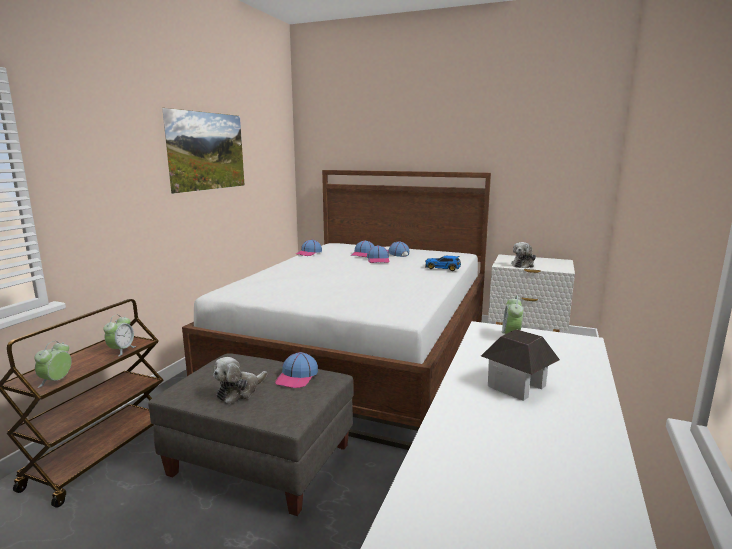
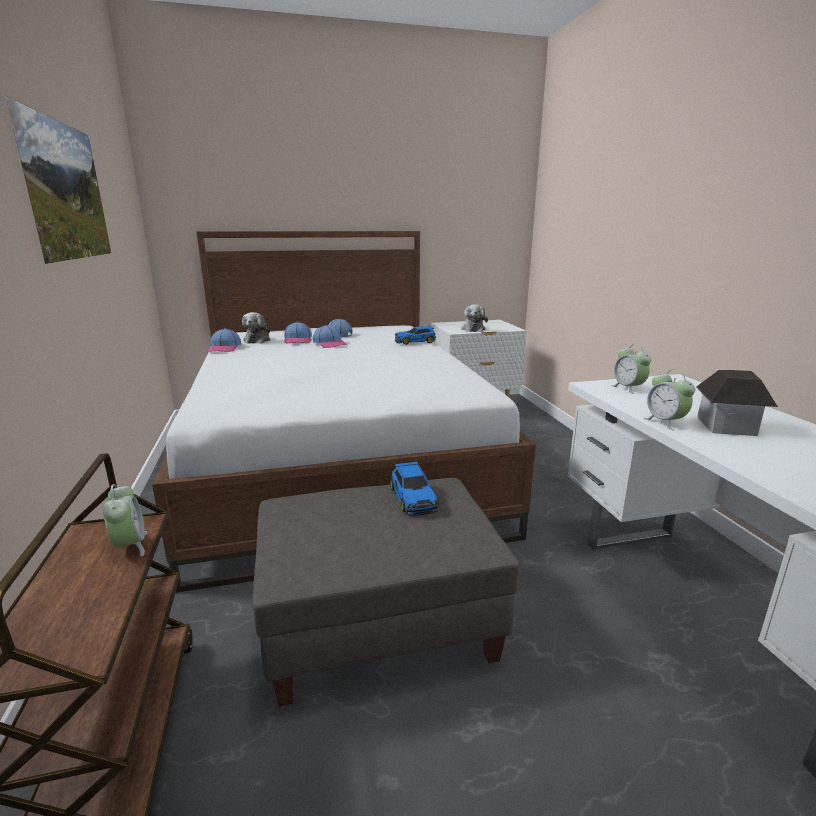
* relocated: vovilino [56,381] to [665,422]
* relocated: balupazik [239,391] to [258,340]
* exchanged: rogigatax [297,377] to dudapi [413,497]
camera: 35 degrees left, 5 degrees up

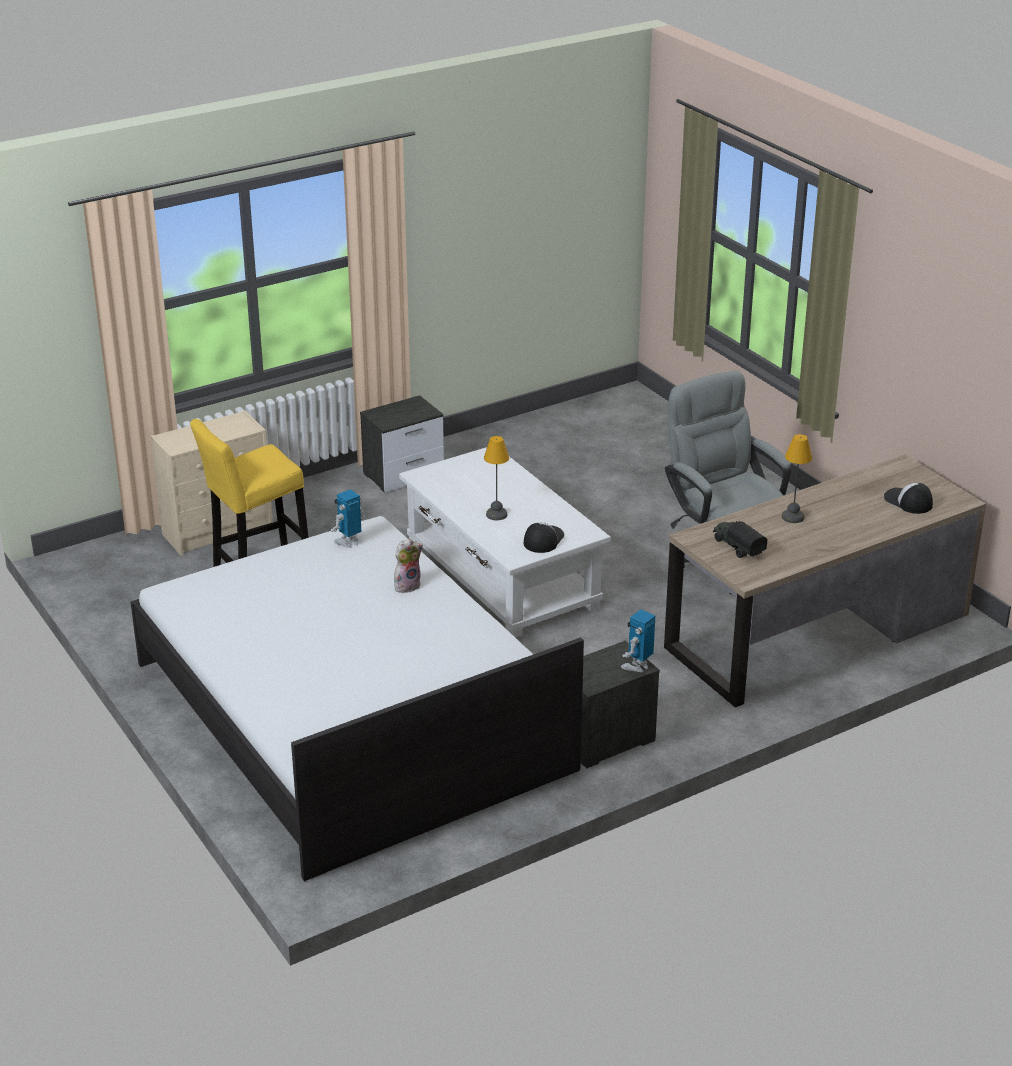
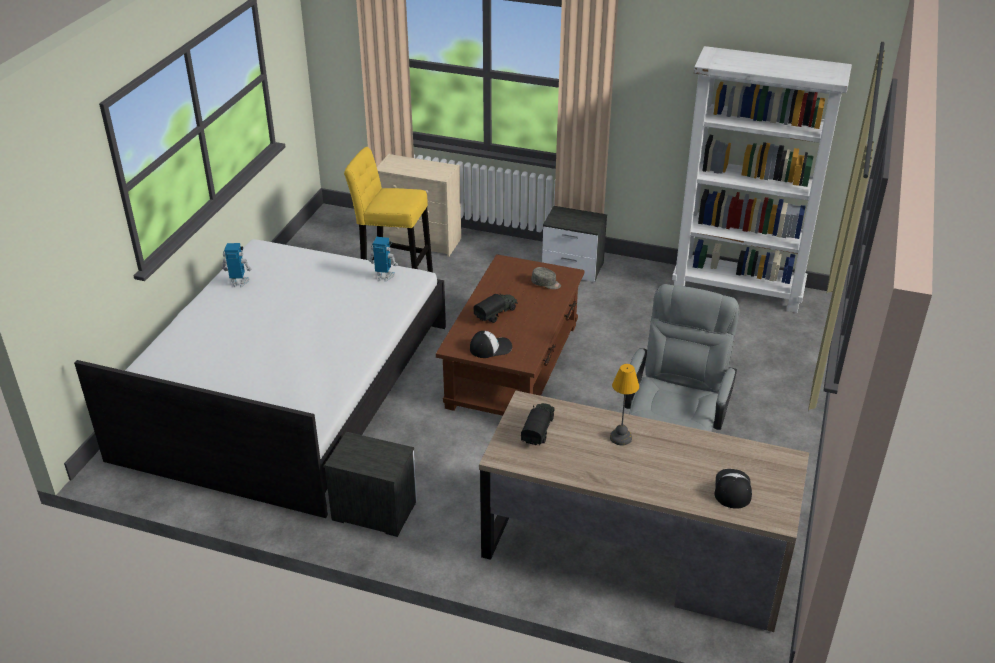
* missing: balupazik [407,585]
* colour: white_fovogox [502,574] to brown_fovogox [514,364]
* exchanged: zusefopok [496,515] to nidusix [496,314]
* relocated: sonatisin [637,666] to [239,283]
* appeared: grey_rogigatax [546,283]
* appeared: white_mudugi [738,290]
camera: 50 degrees right, 5 degrees up

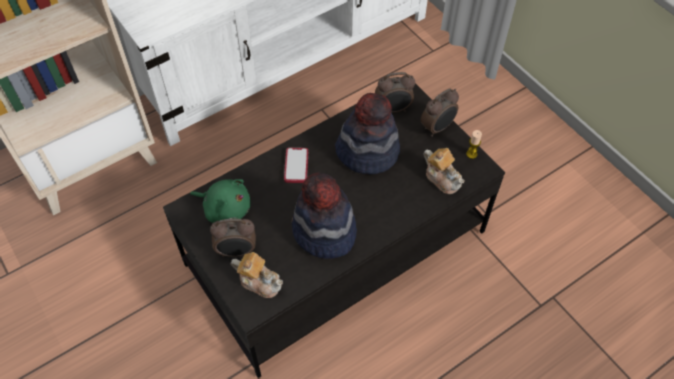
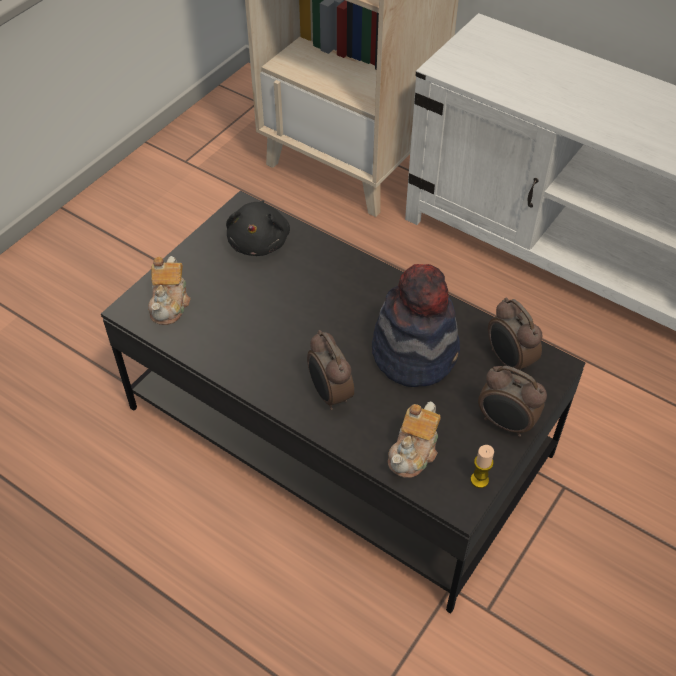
* colour: green_balupazik [225,208] to black_balupazik [259,242]
* relocated: vovilino [237,251] to [329,394]
* missing: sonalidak [296,166]
* missing: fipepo [324,232]
camera: 70 degrees right, 5 degrees down

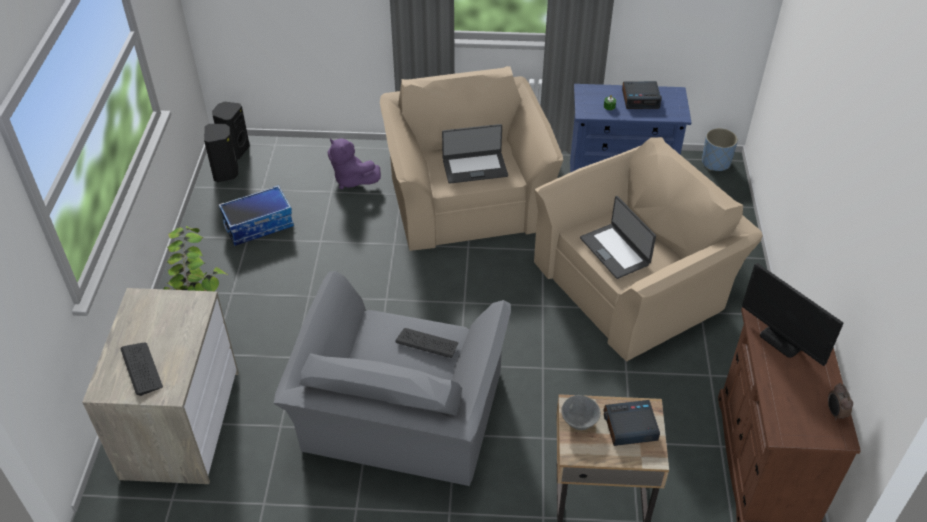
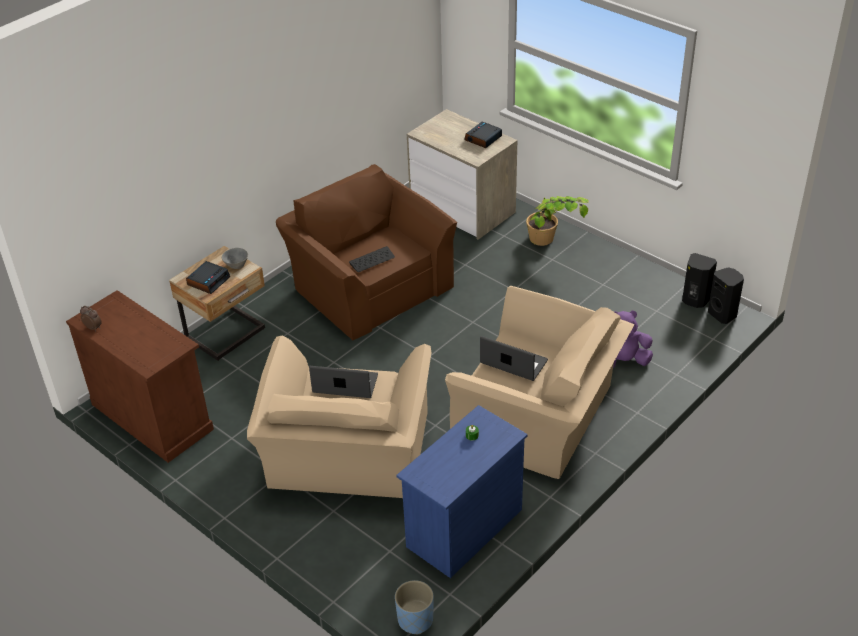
* missing: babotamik [142,369]
* missing: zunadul [259,225]
* colour: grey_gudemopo [400,420] to brown_gudemopo [369,284]
* spun: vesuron [474,167] = [513,362] 90 degrees clockwise
* relocated: vovilino [641,99] to [483,139]
* missing: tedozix [782,340]
camera: 130 degrees right, 5 degrees down

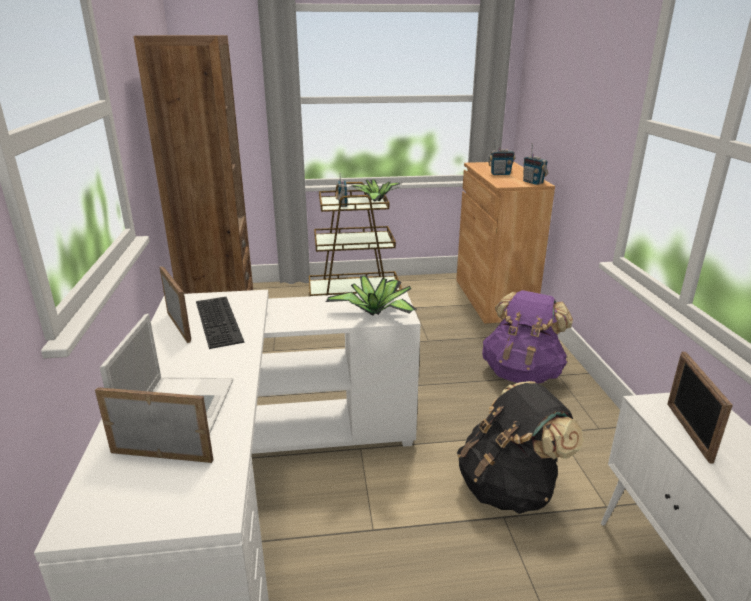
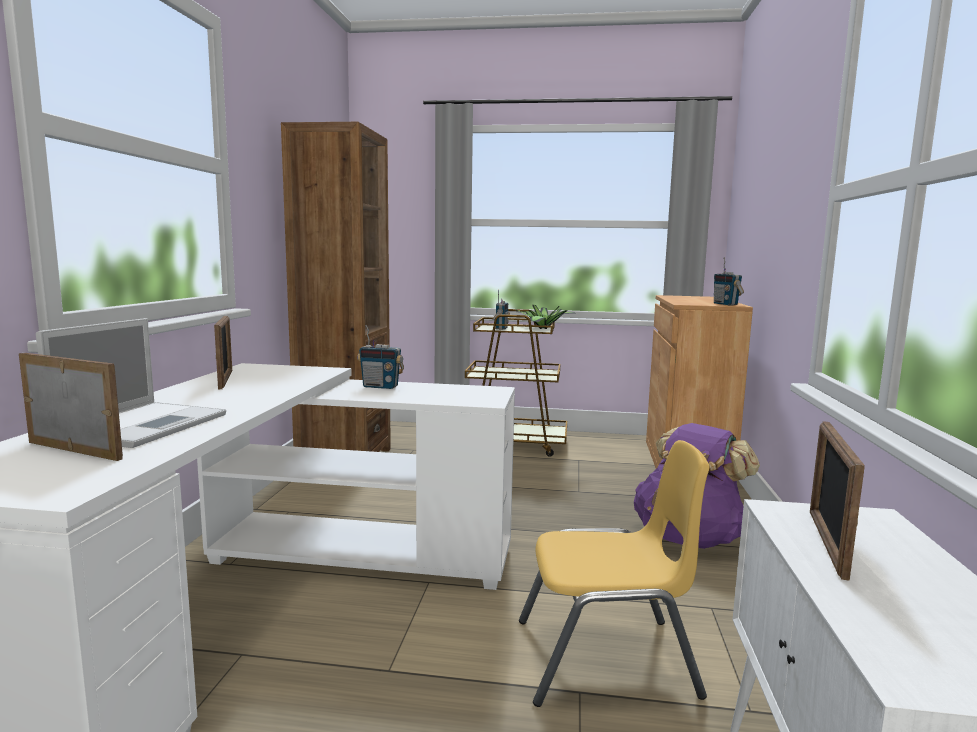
* missing: babotamik [220,321]
* missing: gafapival [375,312]
* exchanged: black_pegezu [509,488] to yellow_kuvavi [606,659]
* relocated: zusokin [500,174] to [380,387]
camera: 15 degrees right, 15 degrees down

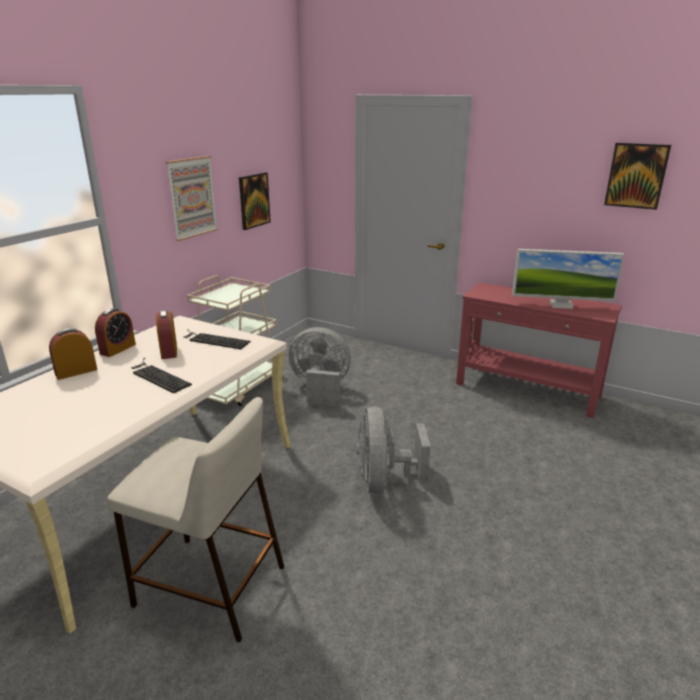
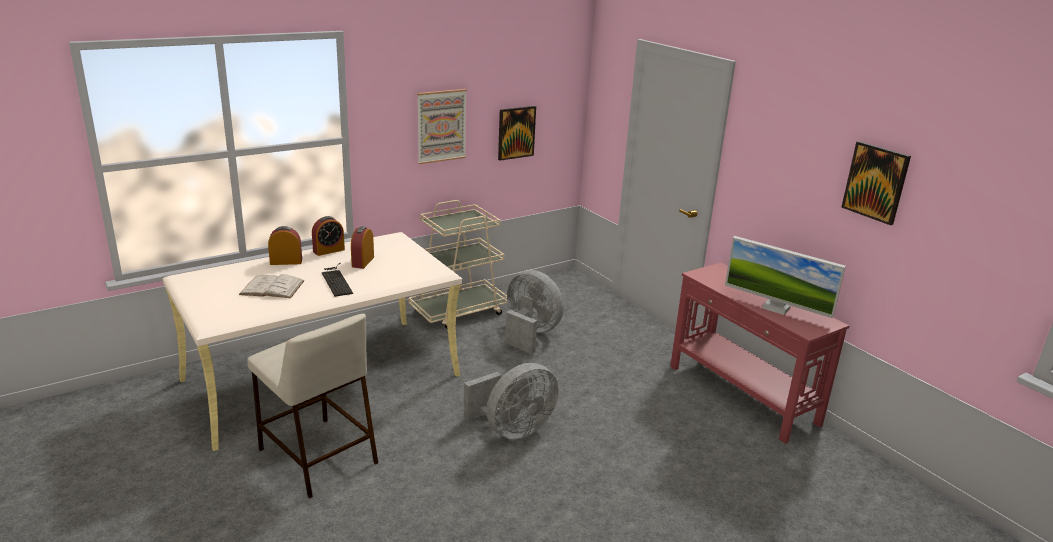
* missing: babotamik [214,340]
* spun: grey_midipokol [384,481] = [512,430] 150 degrees counterclockwise
* appeared: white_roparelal [272,287]
camera: 25 degrees right, 0 degrees up

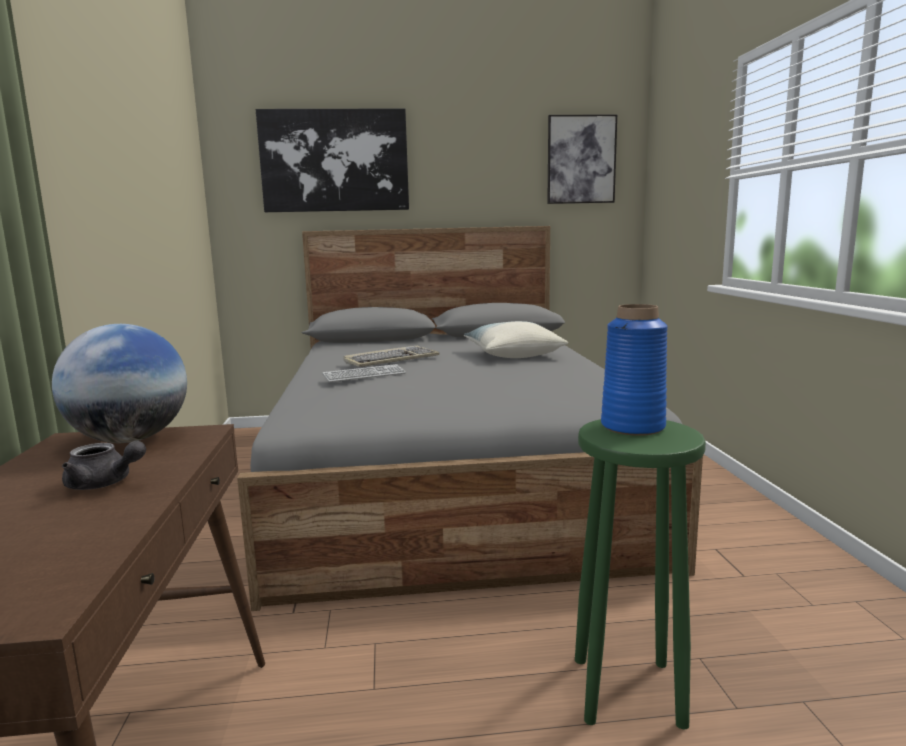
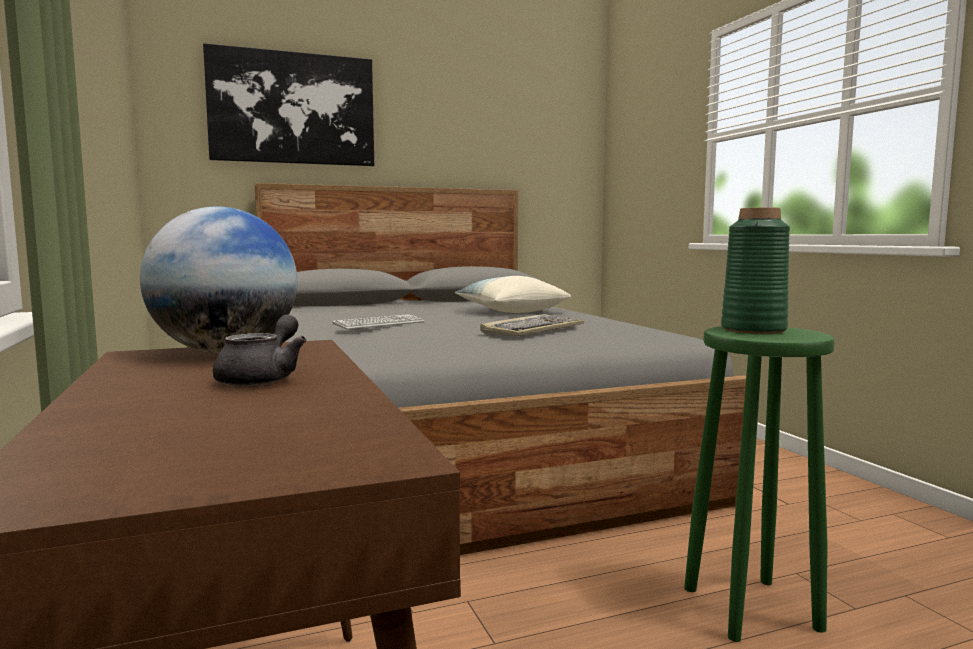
* spun: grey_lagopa [104,484] = [263,378] 75 degrees counterclockwise
* relocated: babotamik [391,360] to [533,330]
* missing: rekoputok [581,159]
* colour: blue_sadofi [633,426] to green_sadofi [754,329]
camera: 15 degrees left, 5 degrees down

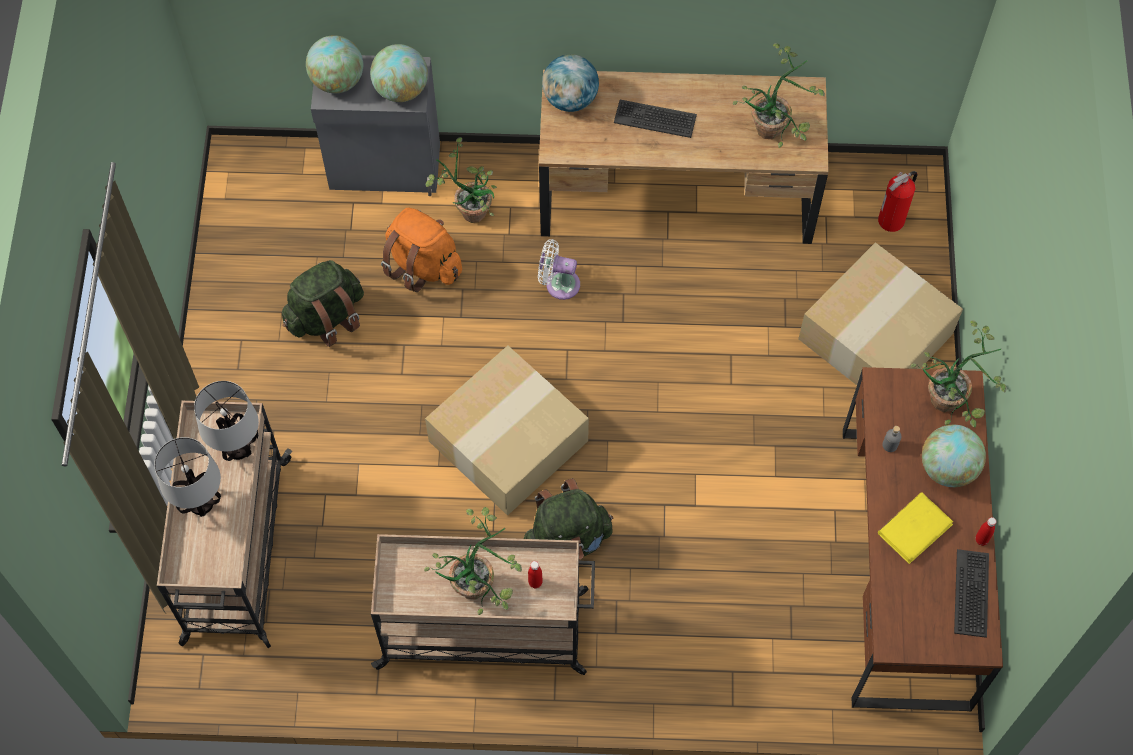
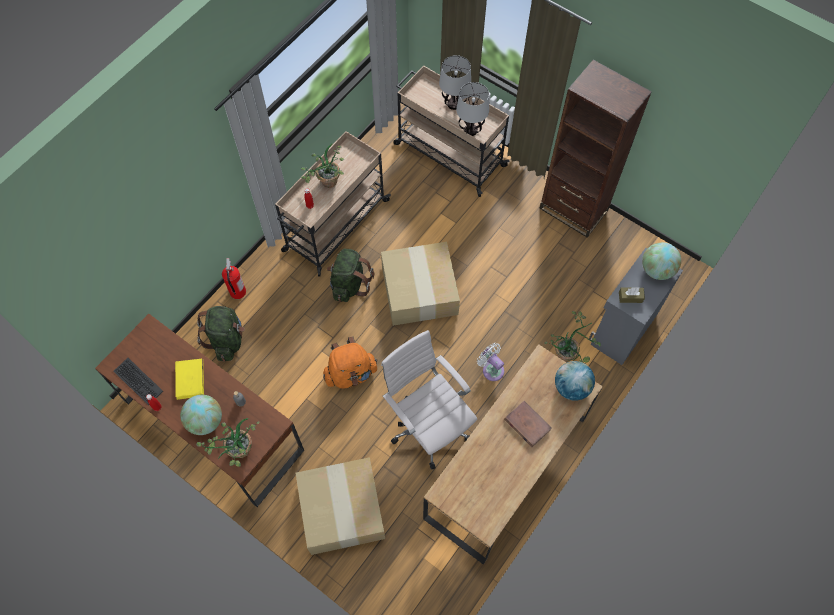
* relocated: green_pegezu [326,317] to [227,340]
* exchanged: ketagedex [401,89] to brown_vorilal [630,297]
* relocated: orange_pegezu [423,265] to [351,373]
* spun: white_midipokol [559,283] = [491,369] 90 degrees counterclockwise
* exchanged: babotamik [655,118] to brown_roparelal [527,424]
* missing: gafapival [776,127]
* relocated: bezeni [892,220] to [237,292]
* appeared: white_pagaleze [428,425]
* appeared: brown_mudugi [573,209]
camera: 125 degrees right, 0 degrees up

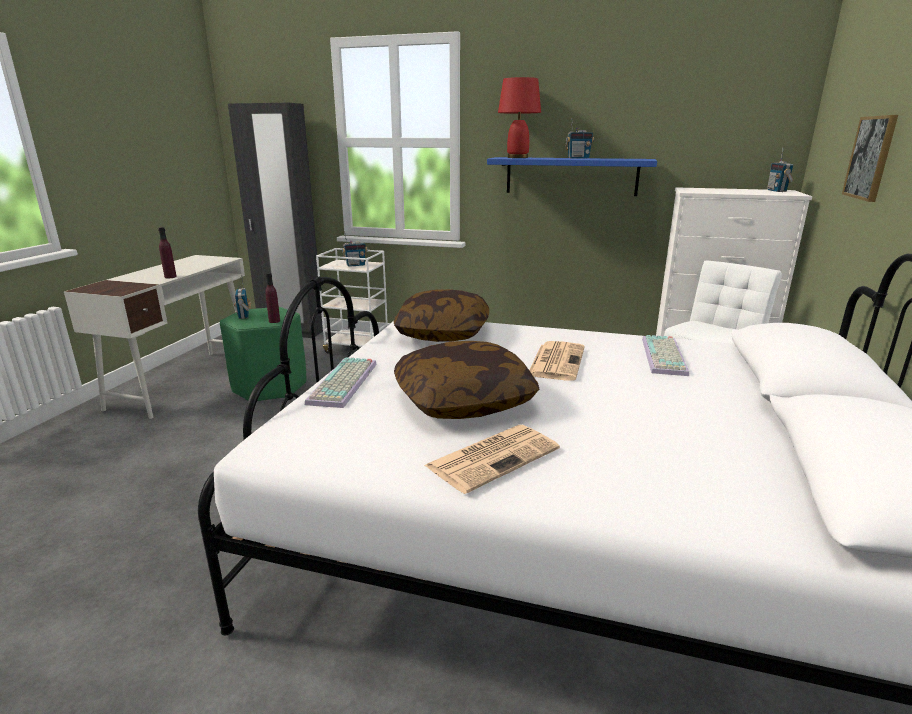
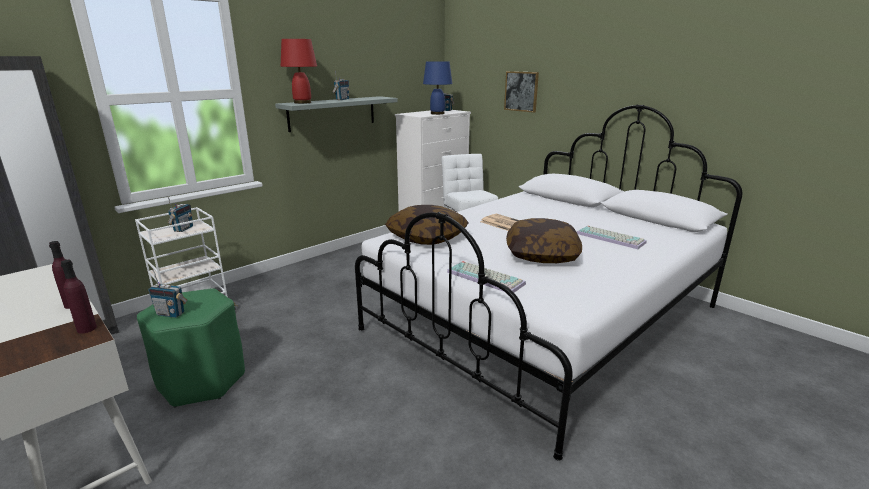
* relocated: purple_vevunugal [274,321] to [87,328]
* missing: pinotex [493,457]
* colour: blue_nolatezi [571,176] to grey_nolatezi [332,113]
* relocated: babotamik [665,357] to [611,238]
* appeared: blue_zusefopok [437,113]
camera: 60 degrees left, 0 degrees up

